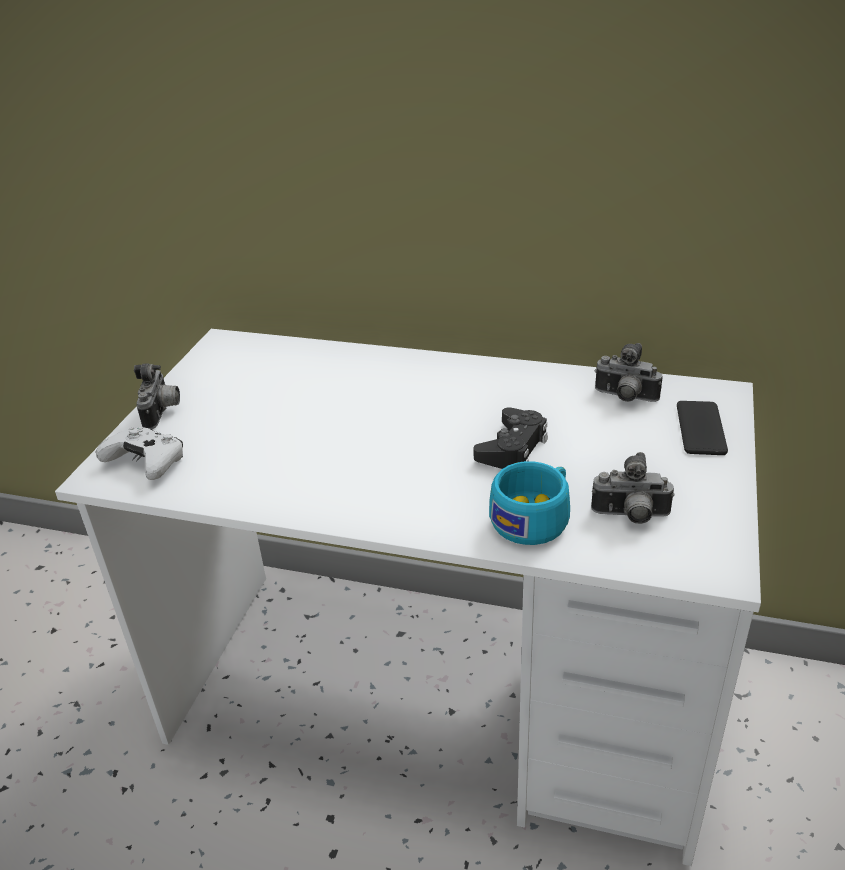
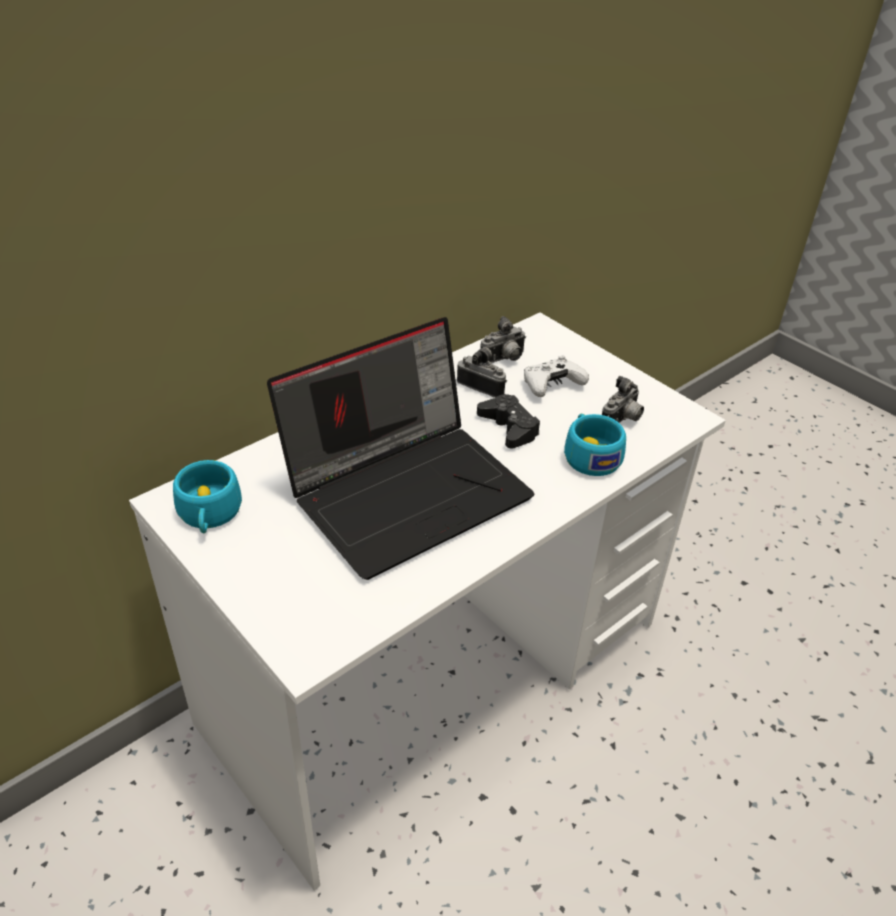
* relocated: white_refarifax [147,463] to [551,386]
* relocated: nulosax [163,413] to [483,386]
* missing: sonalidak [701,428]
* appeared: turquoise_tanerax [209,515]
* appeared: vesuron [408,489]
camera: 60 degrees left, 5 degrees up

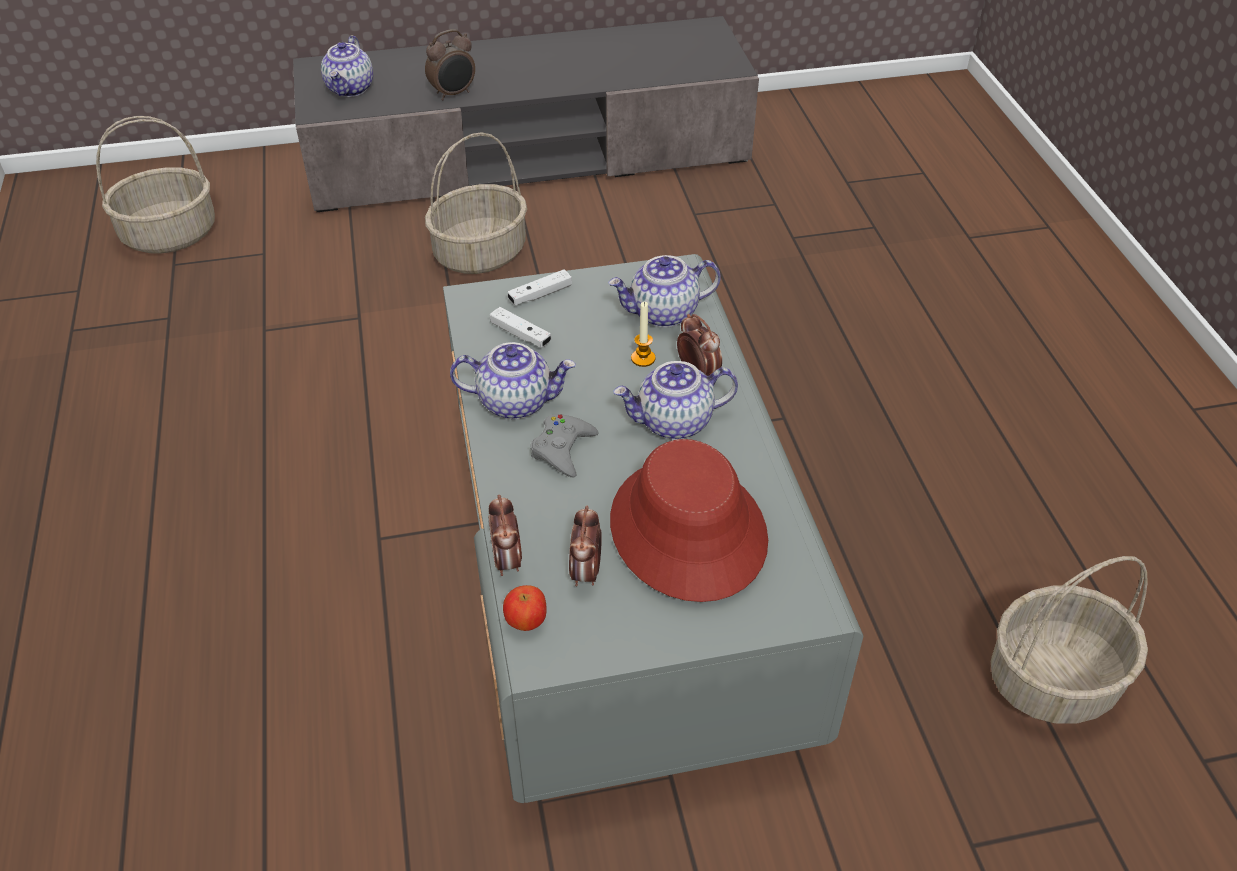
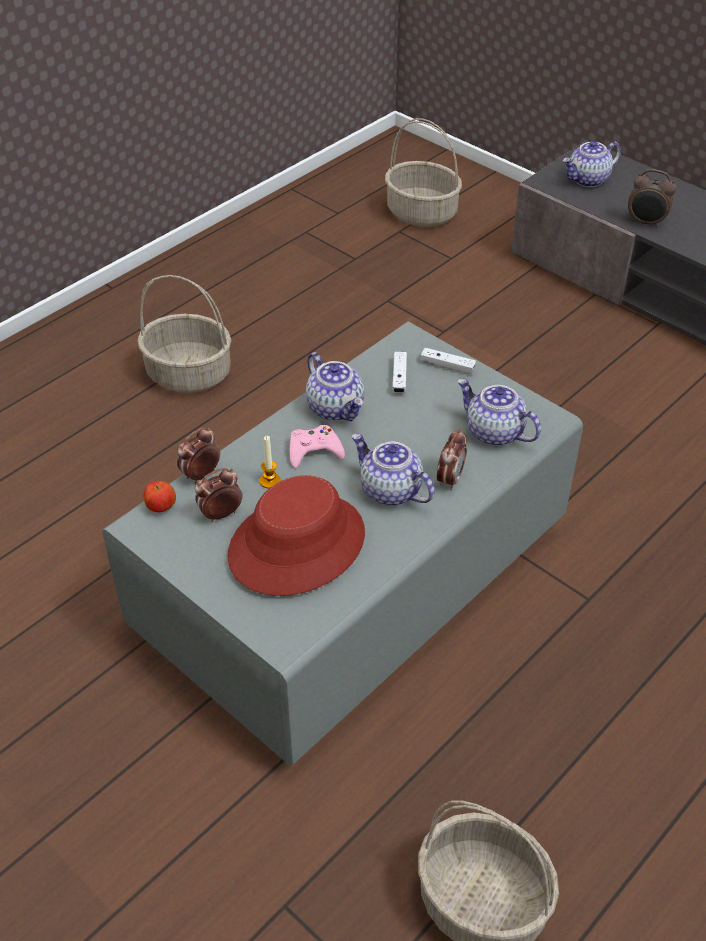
* relocated: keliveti [480,254] to [188,374]
* colour: grey_refarifax [563,449] to pink_refarifax [314,451]
* relocated: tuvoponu [643,358] to [270,481]
camera: 55 degrees right, 0 degrees up

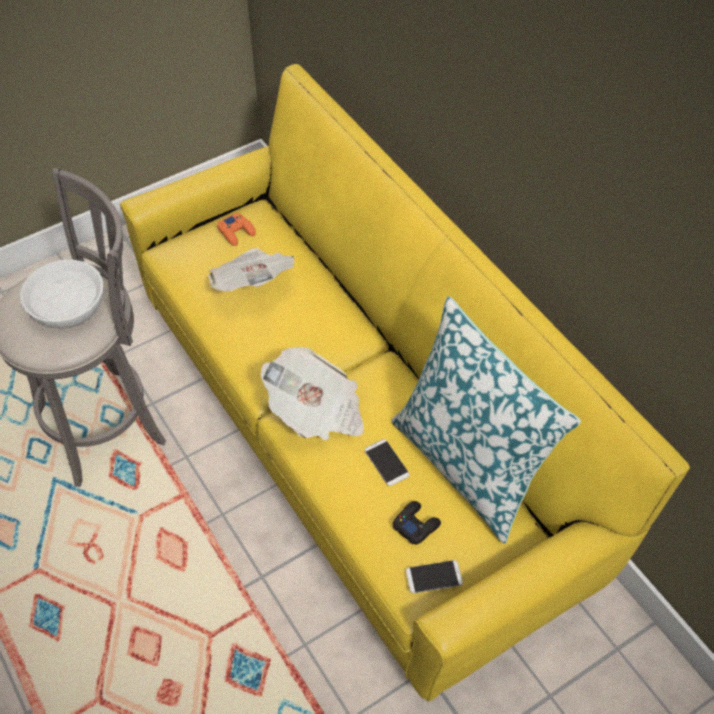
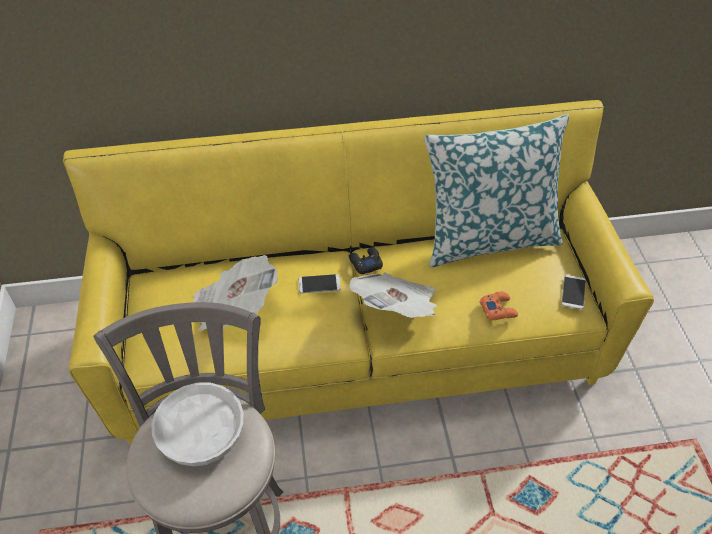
* relocated: orange_refarifax [236,232] to [498,309]
* relocated: sonalidak [386,463] to [319,284]
* relocated: black_refarifax [416,525] to [365,263]
camera: 65 degrees left, 5 degrees down

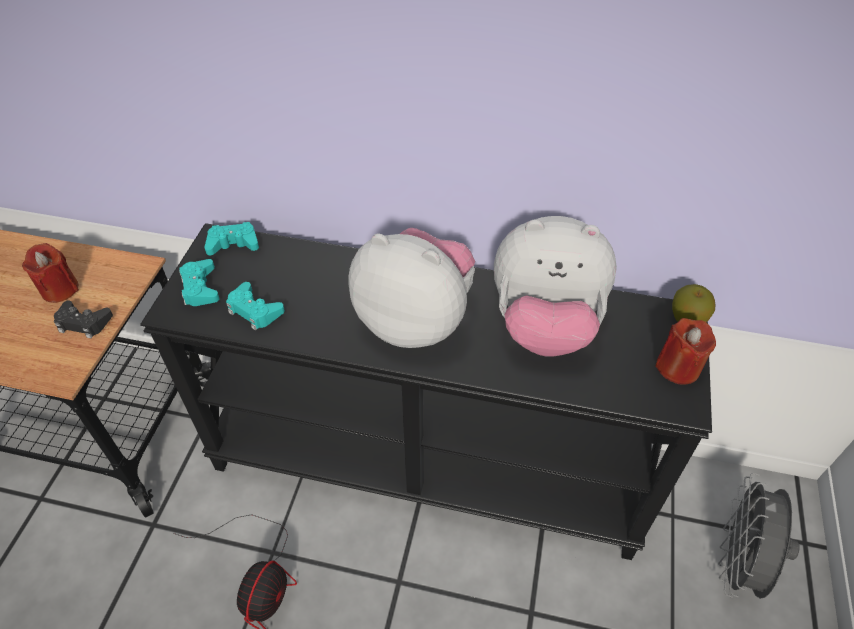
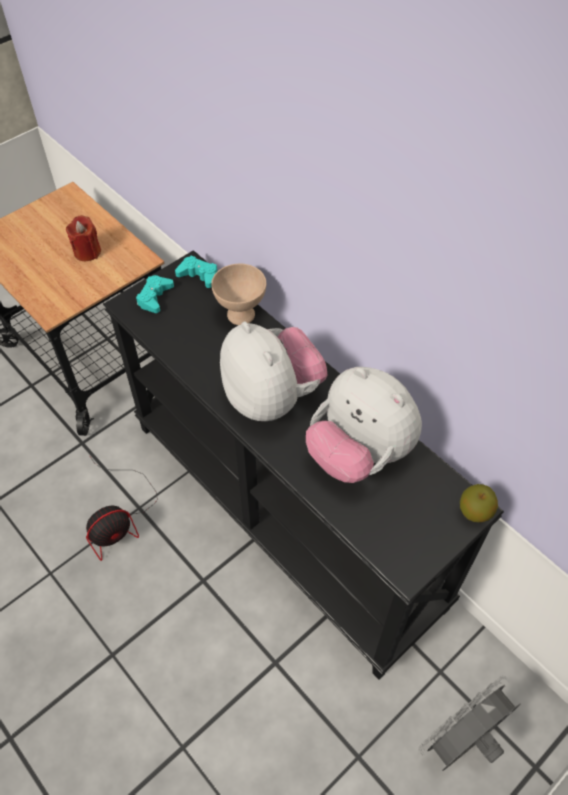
* missing: black_refarifax [83,323]
* missing: turquoise_refarifax [254,310]
* missing: red_tuvoponu [678,367]
* appeared: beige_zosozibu [242,314]
camera: 35 degrees right, 5 degrees up

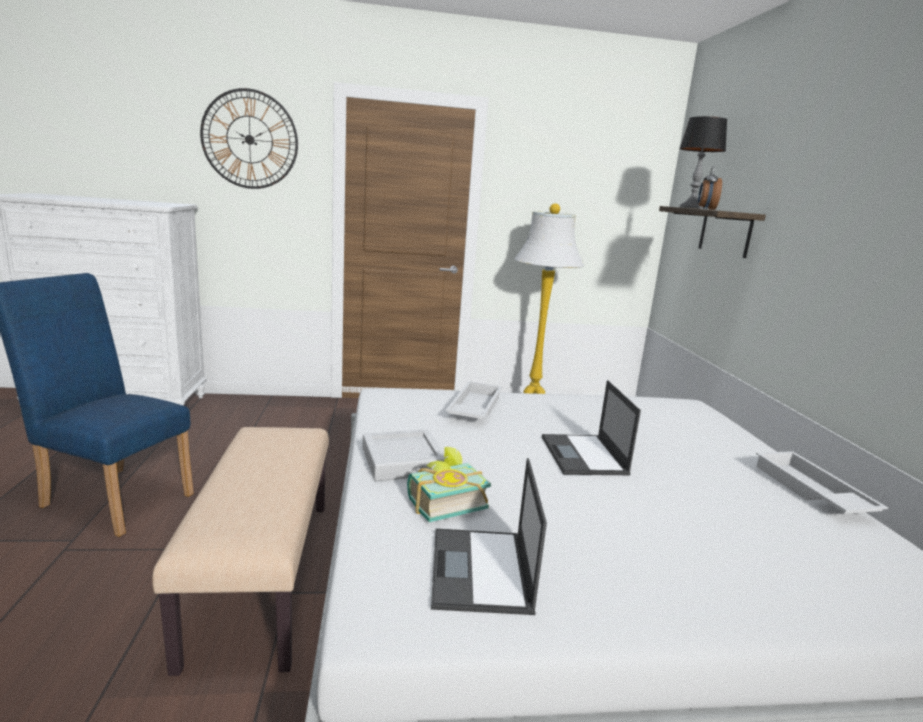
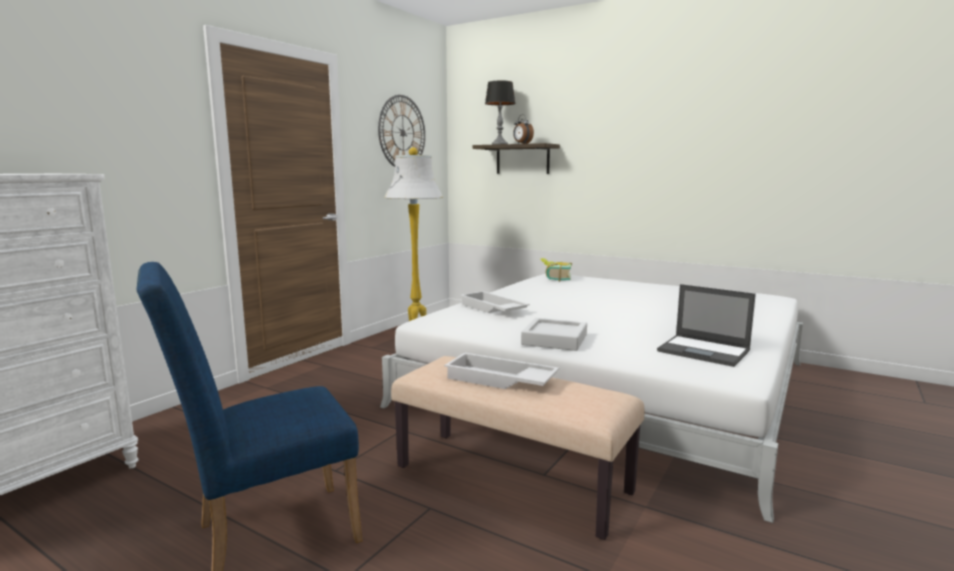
* relocated: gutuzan [249,139] to [402,132]
* relocated: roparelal [443,502] to [555,278]
* missing: vesuron [584,456]
* relocated: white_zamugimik [810,491] to [499,380]
camera: 50 degrees left, 5 degrees down

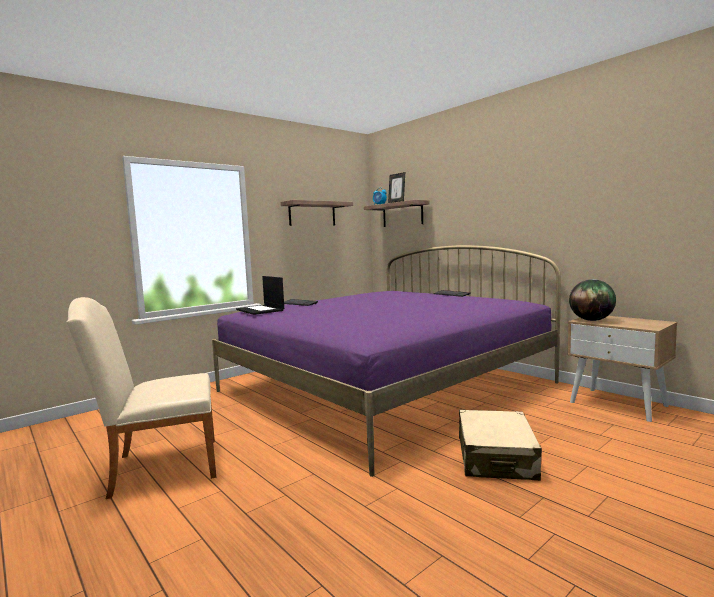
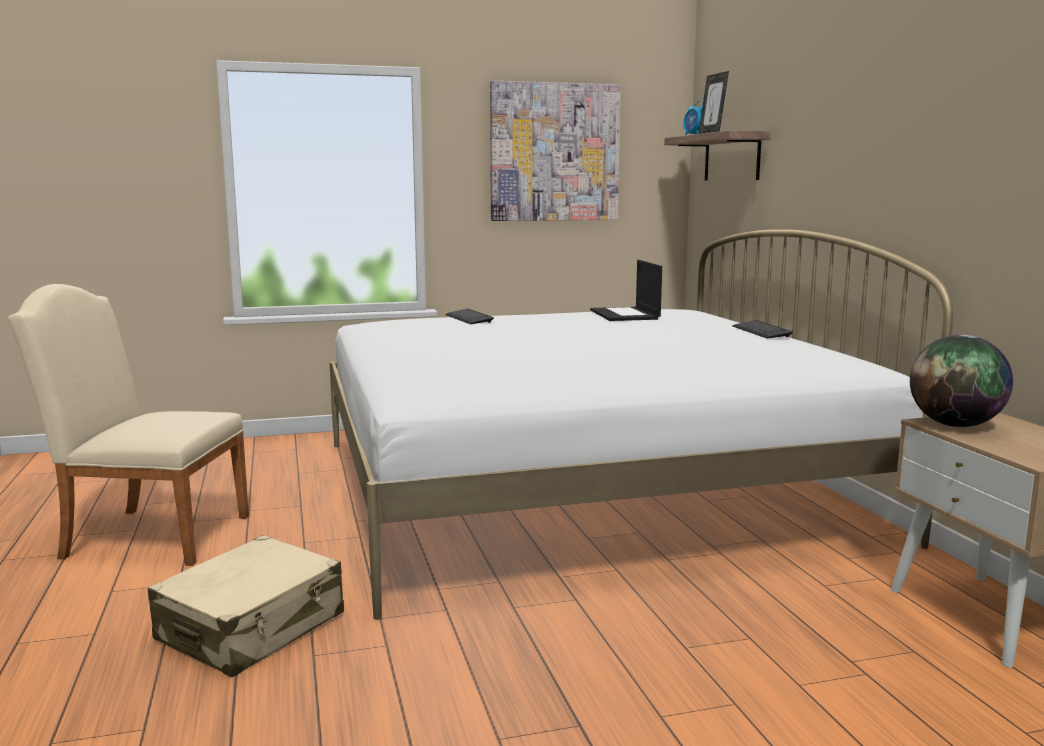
* colour: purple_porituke [385,387] to white_porituke [584,489]
* relocated: vesuron [260,310] to [625,315]
* exchanged: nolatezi [312,214] to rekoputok [554,152]
* relocated: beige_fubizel [496,458] to [252,628]
camera: 25 degrees right, 5 degrees up

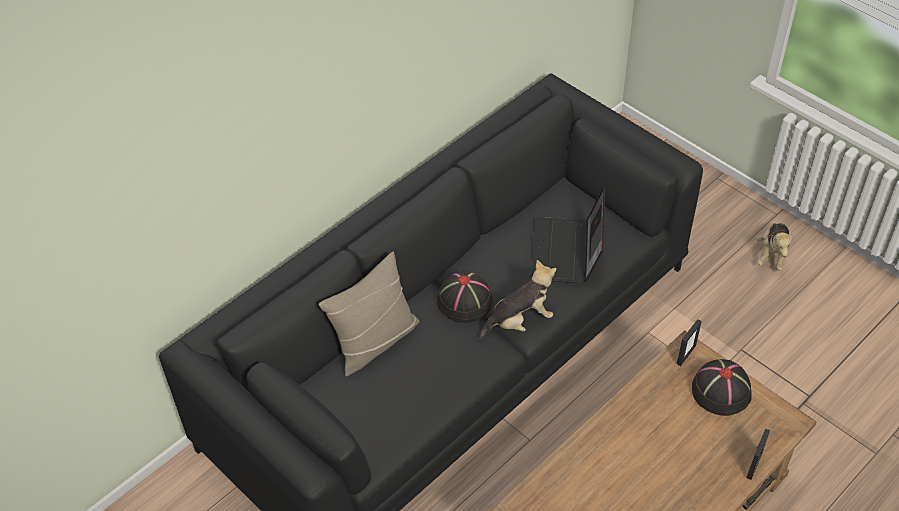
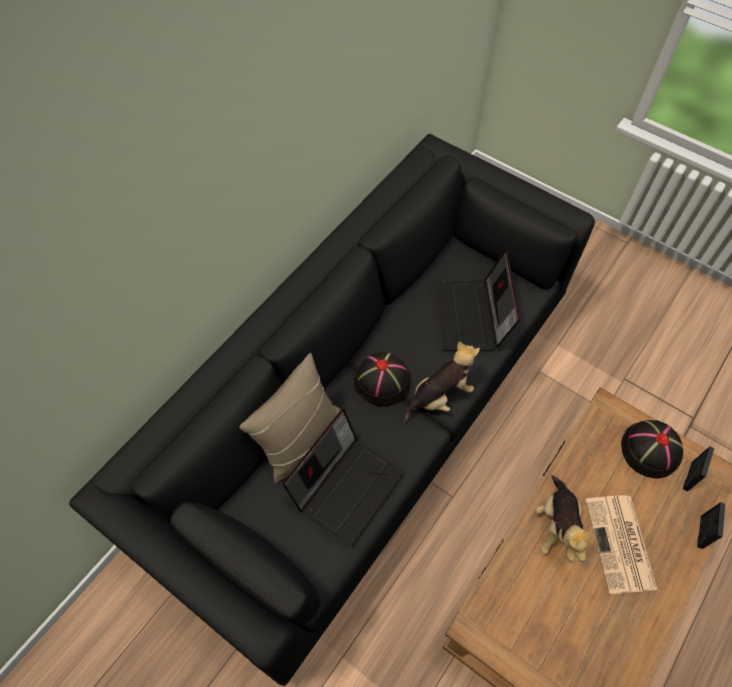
* relocated: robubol [686,354] to [689,476]
* relocated: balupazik [772,254] to [556,525]
* appeared: vesuron [346,486]
* appeared: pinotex [620,545]
camera: 10 degrees left, 10 degrees up

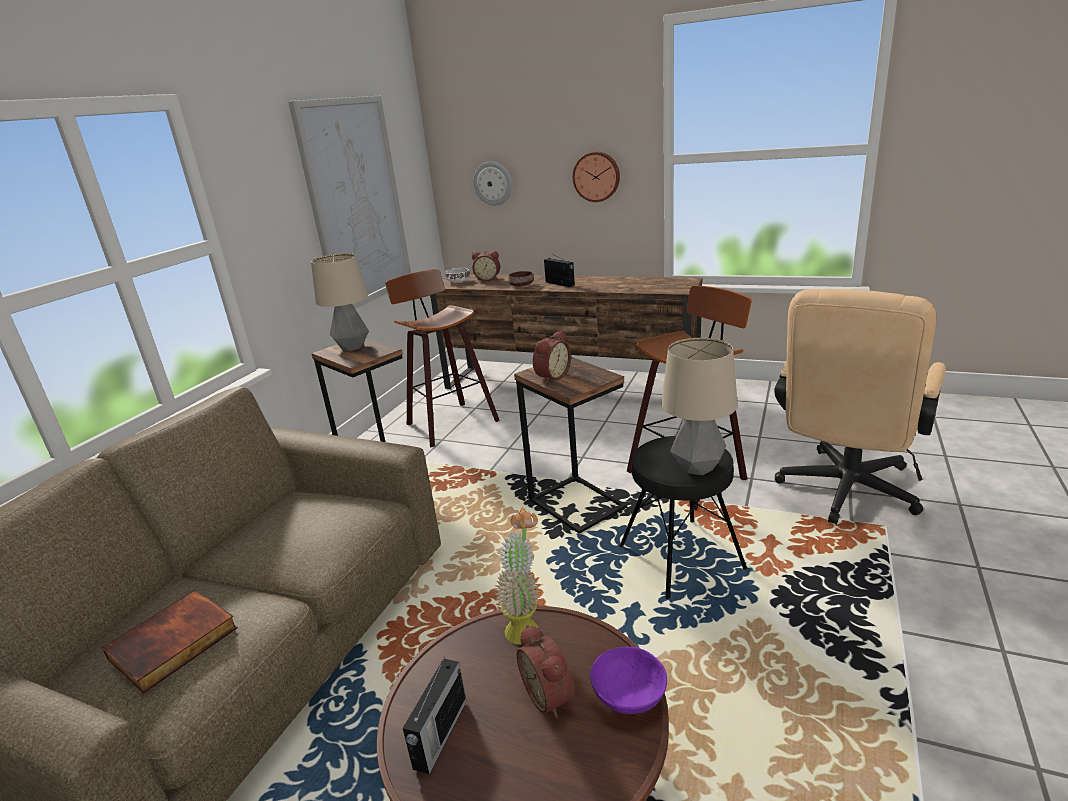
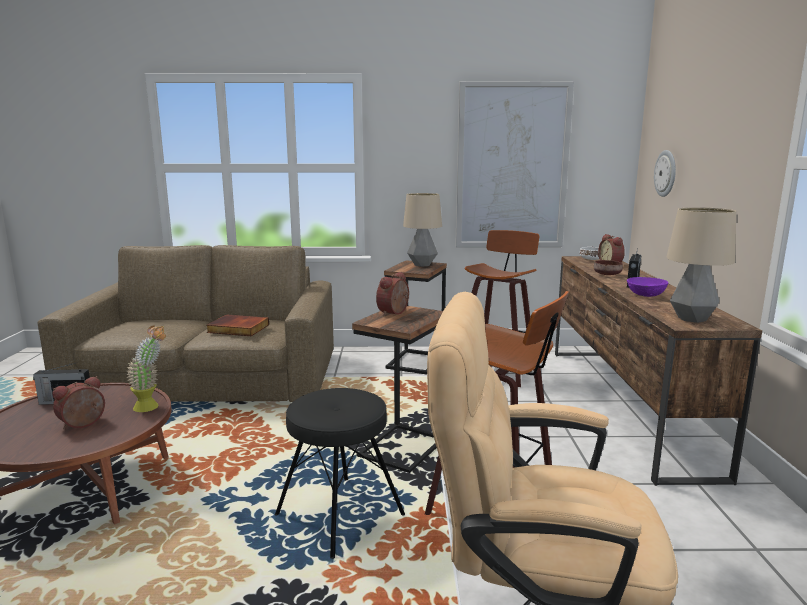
* relocated: roparelal [174,644] to [237,329]
* spun: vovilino [551,376] = [395,313] 105 degrees clockwise
* missing: gutuzan [596,176]
* relocated: purple_zosozibu [628,694] to [646,294]
* relocated: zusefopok [697,467] to [692,319]
camera: 65 degrees right, 10 degrees down

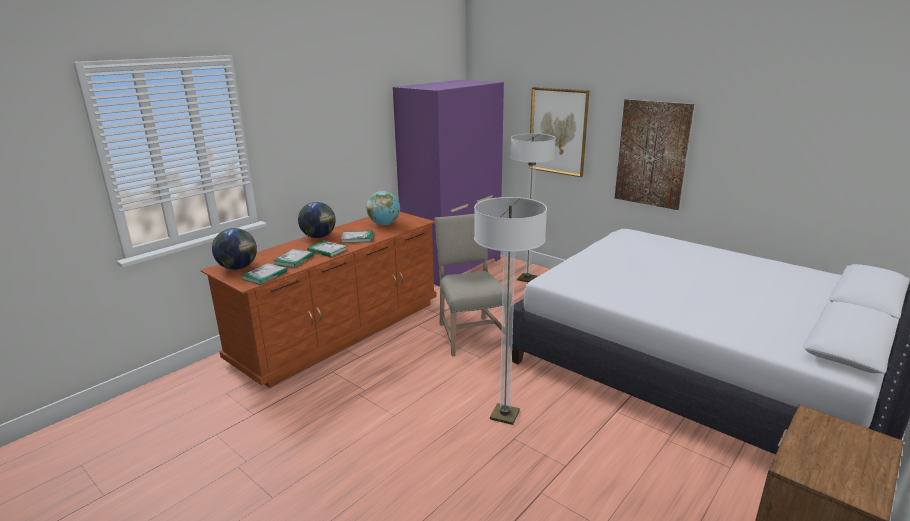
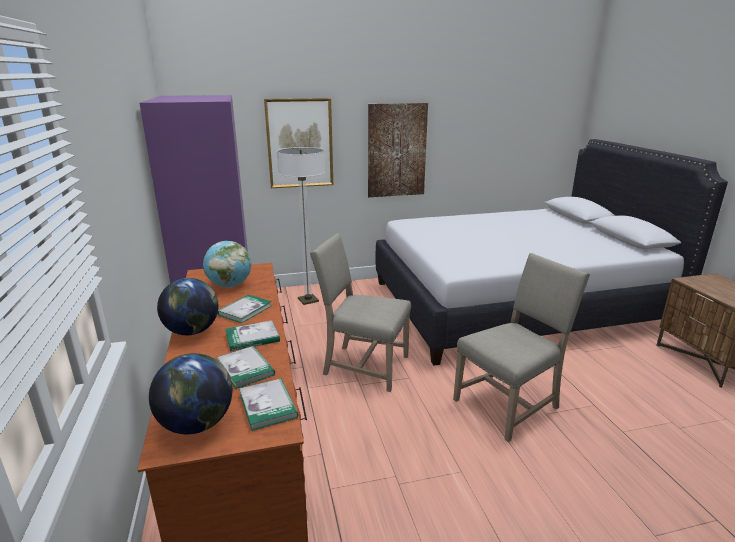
* exchanged: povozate [504,415] to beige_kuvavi [509,404]
camera: 55 degrees left, 0 degrees up

